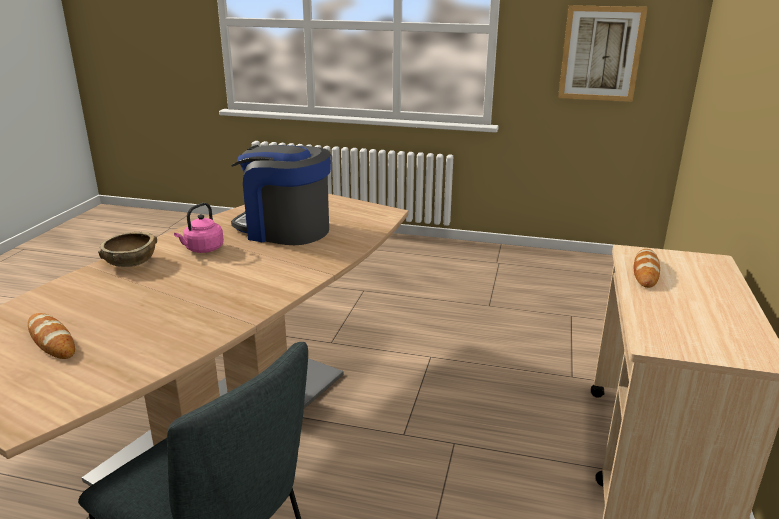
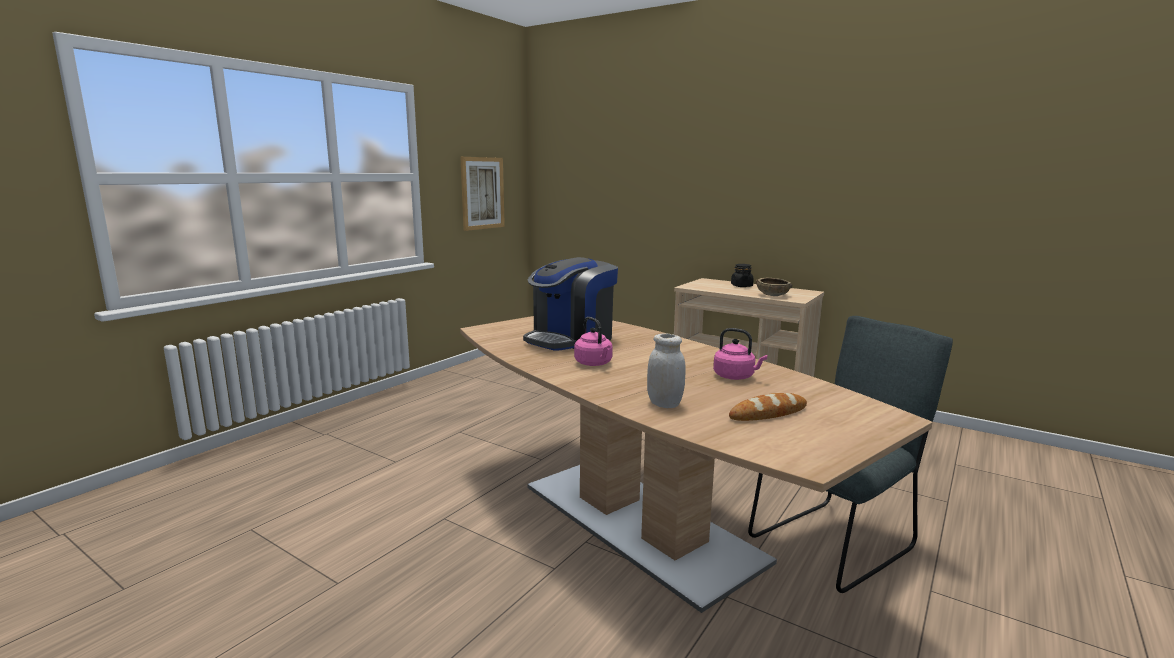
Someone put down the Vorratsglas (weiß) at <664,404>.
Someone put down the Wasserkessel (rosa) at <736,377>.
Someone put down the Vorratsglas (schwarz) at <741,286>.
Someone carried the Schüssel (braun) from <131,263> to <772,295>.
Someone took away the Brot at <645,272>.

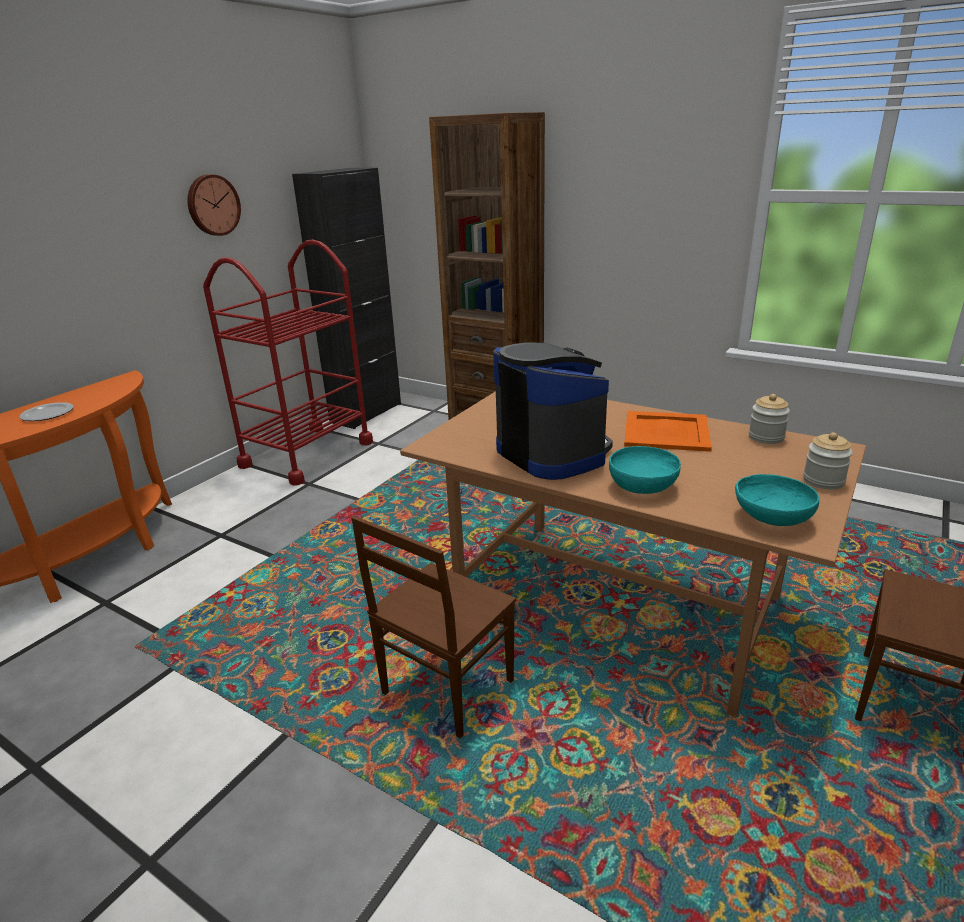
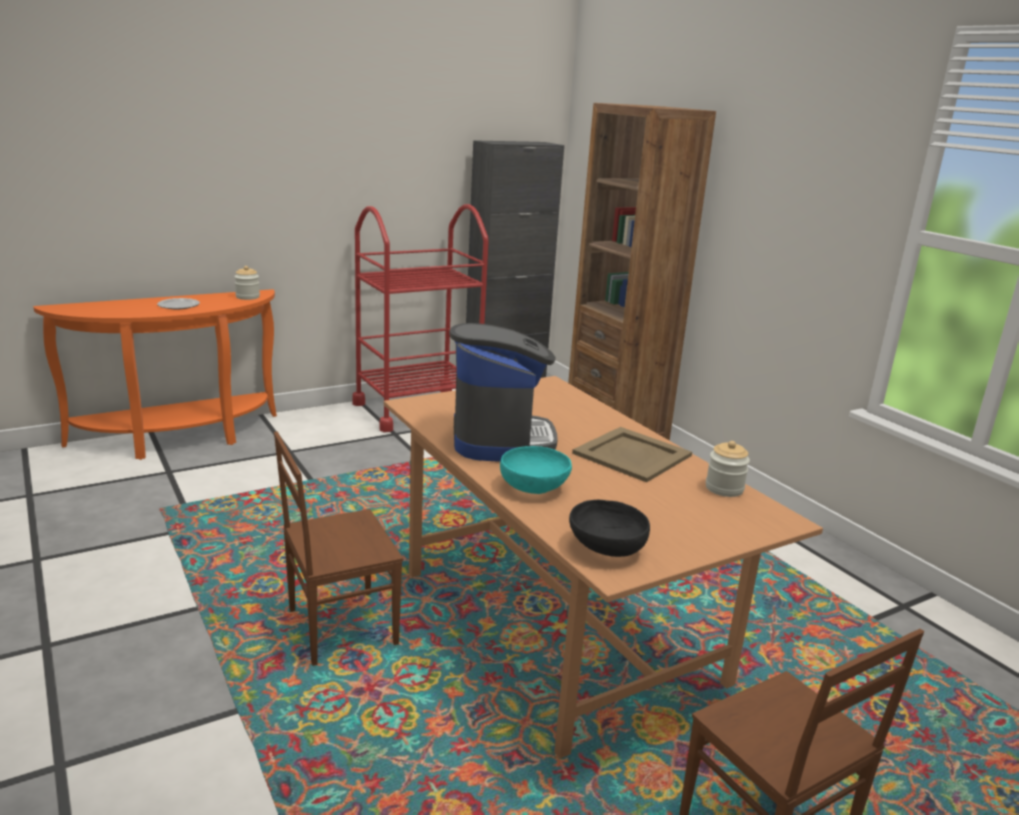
Someone carried the Vorratsglas from <823,481> to <247,297>.
Someone repainted the Schüssel (türkis) at <771,519>, which became the Schüssel (schwarz) at <605,547>.
Someone repainted the Tablett (orange) at <667,432>, which became the Tablett (beige) at <632,455>.
Someone took away the Wanduhr at <212,205>.

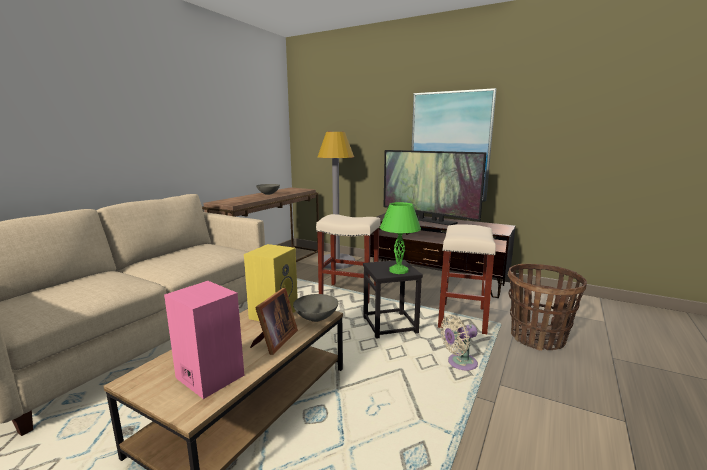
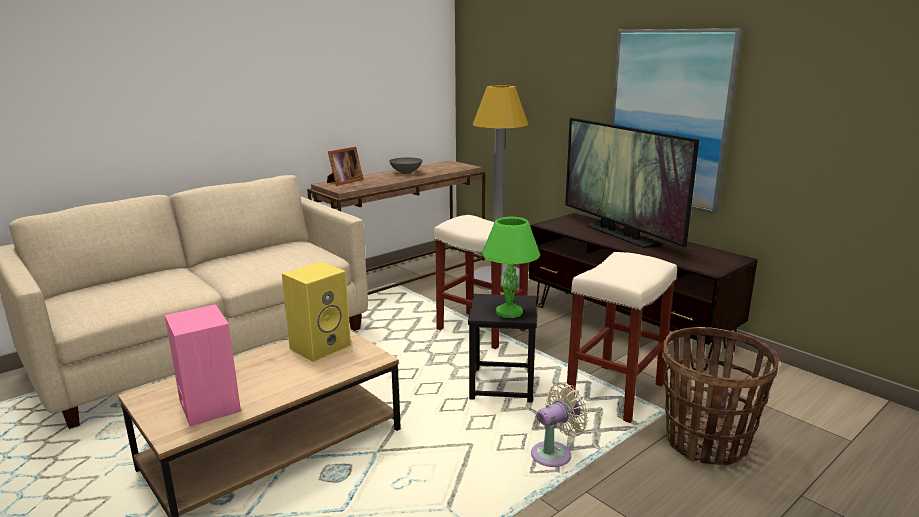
Someone carried the Bilderrahmen from <274,341> to <344,182>.
Someone rotated the Ventilator (beige) at <459,363> by 150 degrees clockwise.
Someone took away the Schüssel (grau) at <316,318>.

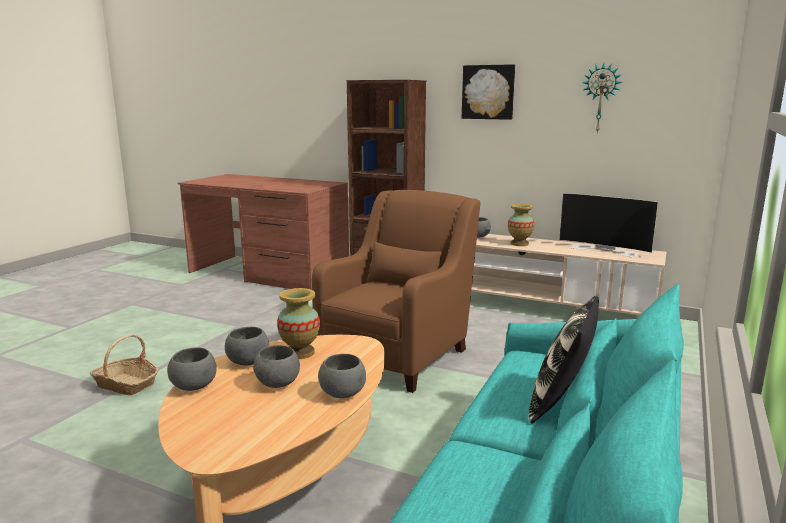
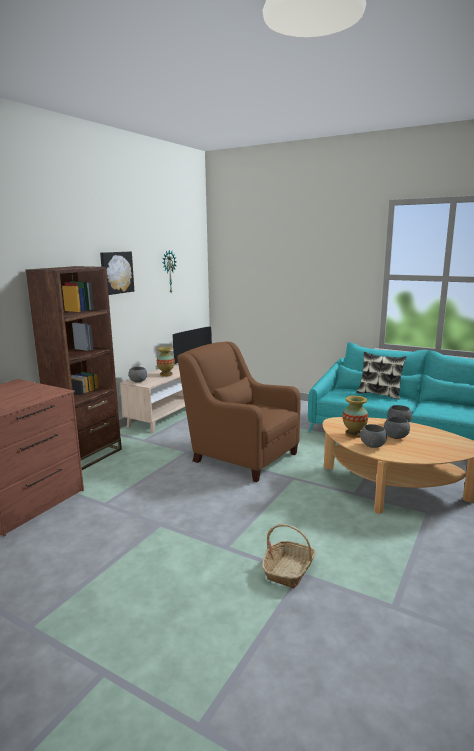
Someone took away the Schüssel (grau) at <193,387>.

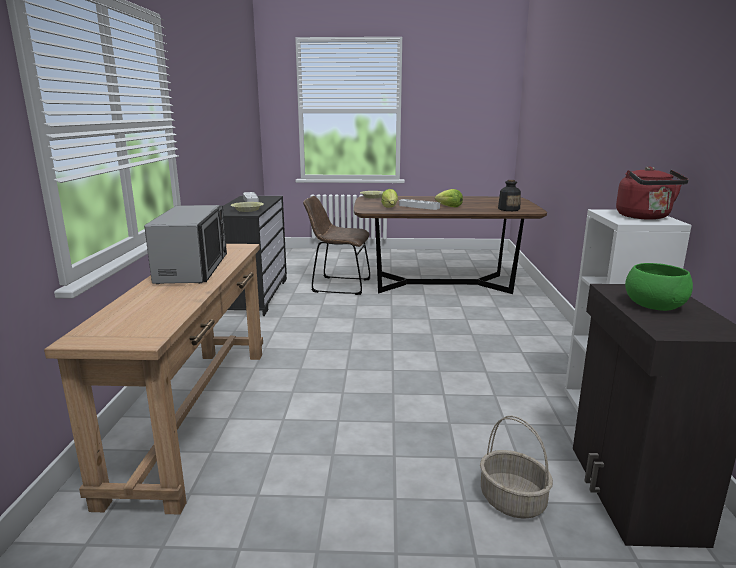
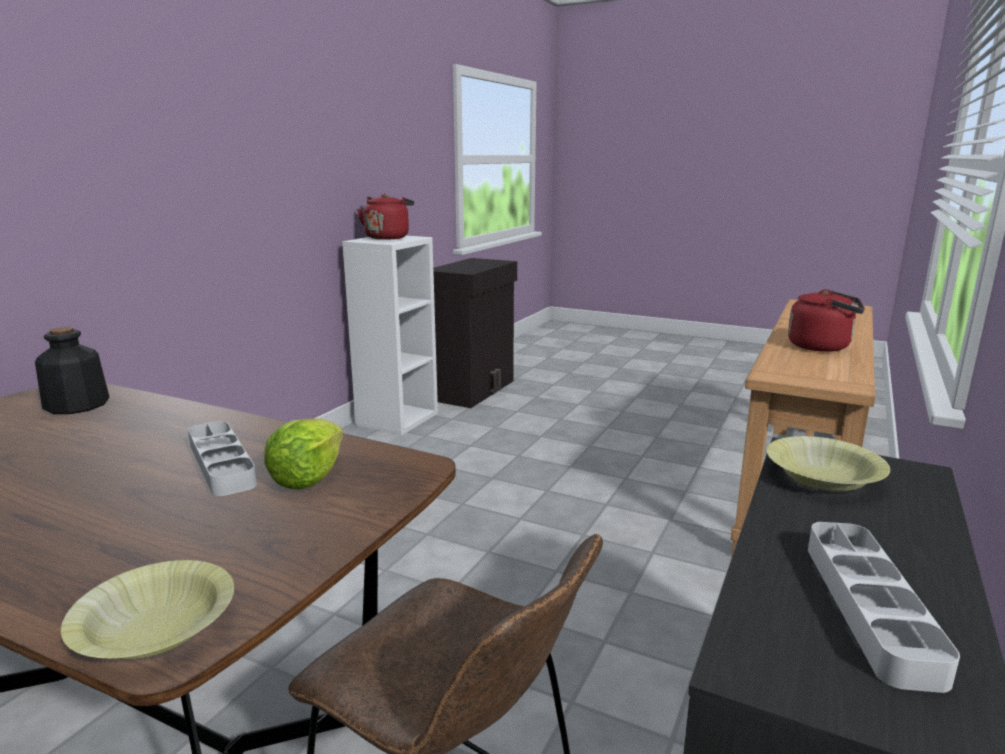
Someone swapped the Mikrowelle at <193,269> for the Wasserkessel (rot) at <822,347>.
Someone took away the Salatkopf at <449,206>.
Someone took away the Korb at <513,501>.
Someone took away the Schüssel (grün) at <653,306>.

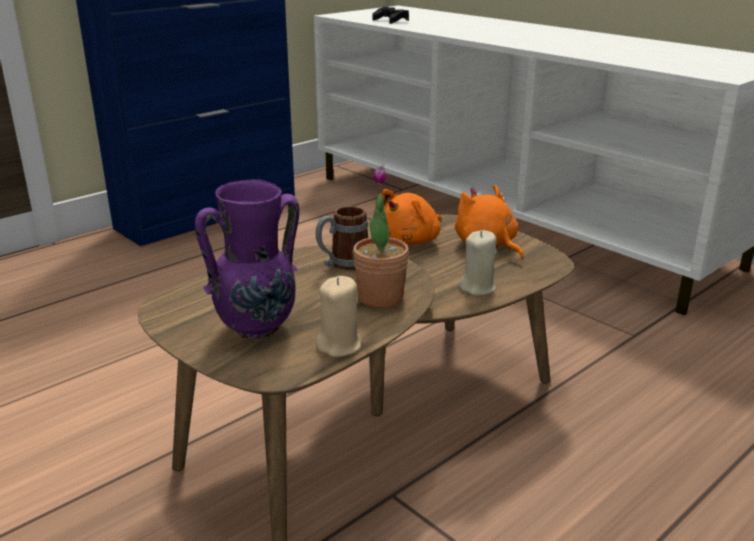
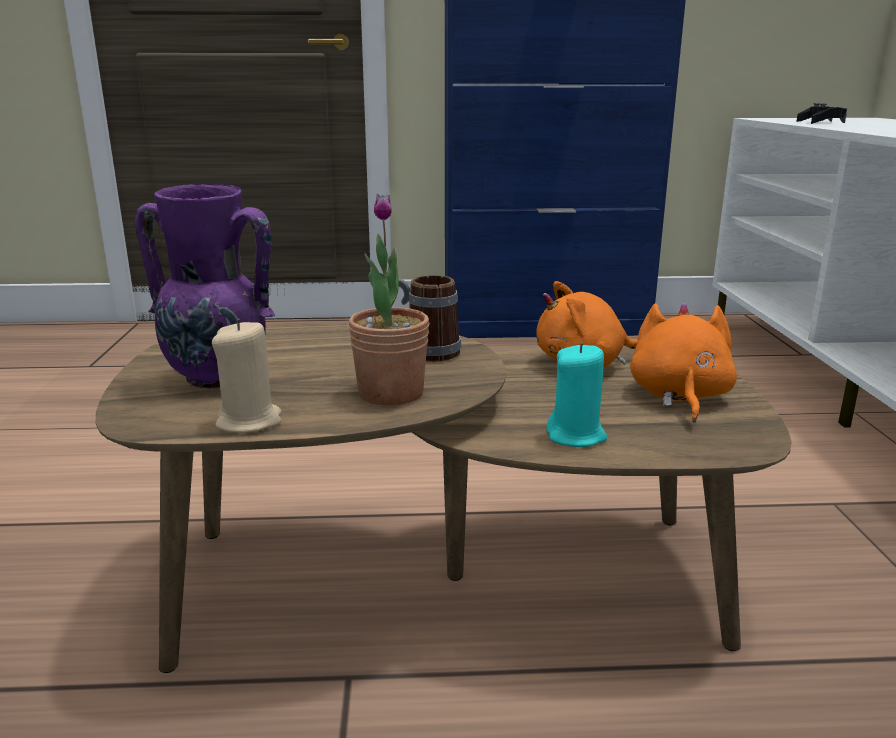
Someone repainted the Kerze (beige) at <478,288>, which became the Kerze (türkis) at <576,436>.

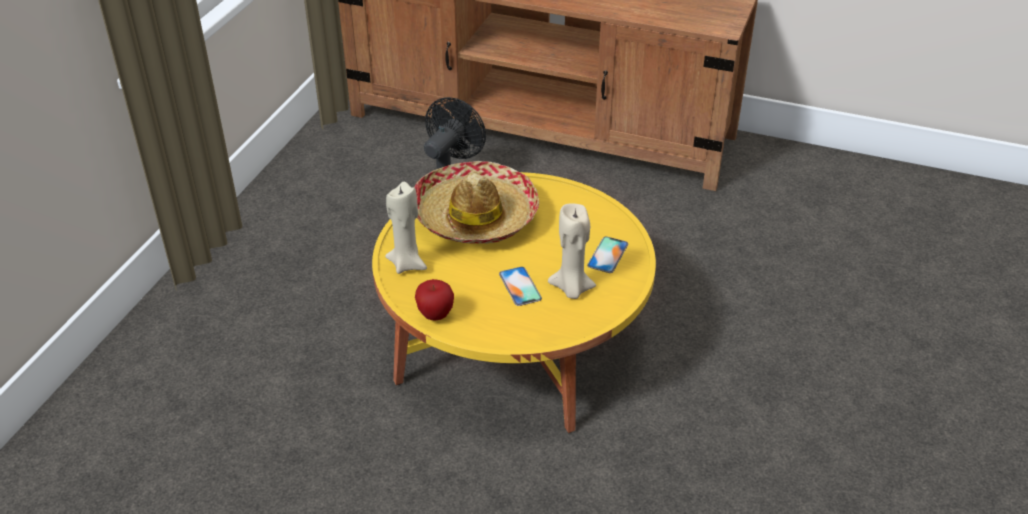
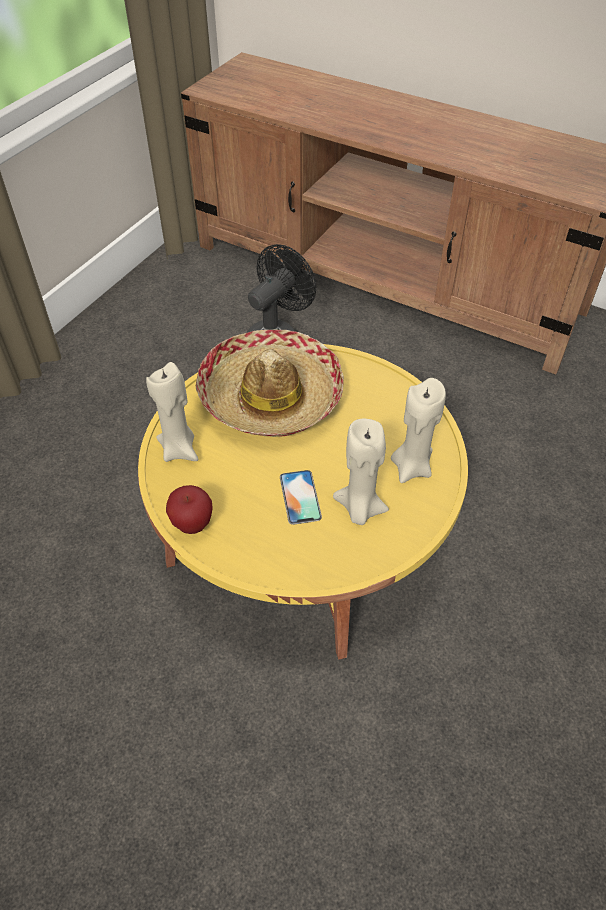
Someone swapped the Handy at <608,255> for the Kerze (beige) at <412,467>.

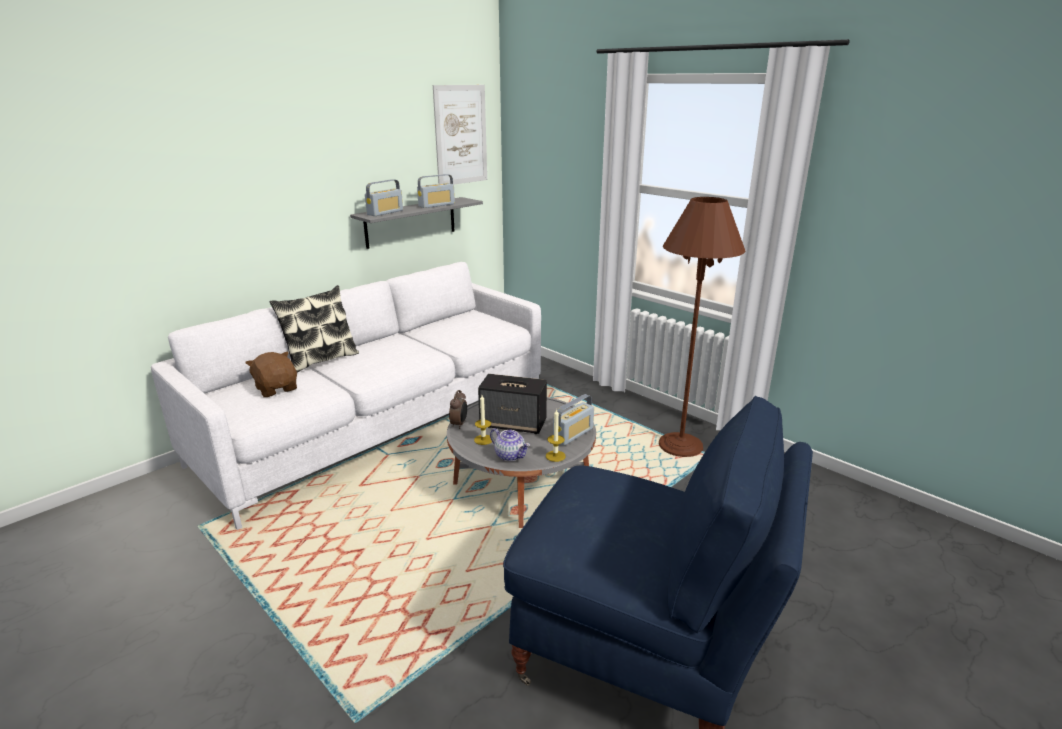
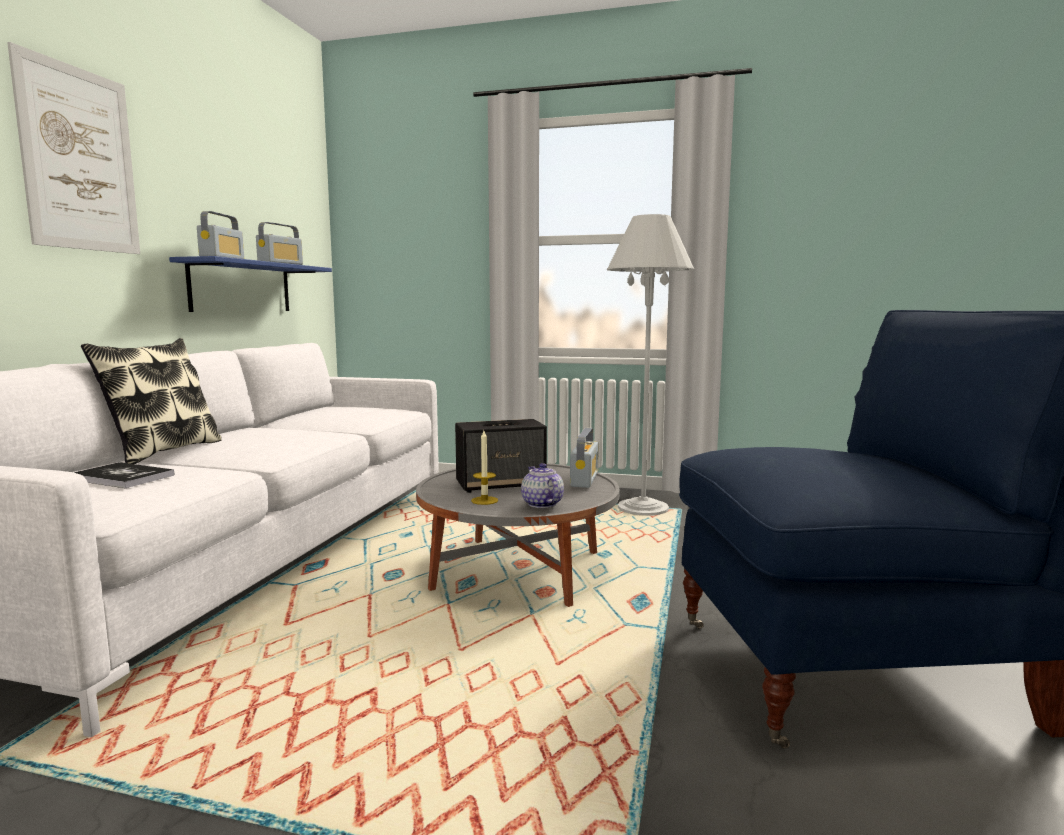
Someone carried the Bild from <461,135> to <79,159>.
Someone swapped the Plüschtier (braun) at <277,388> for the Buch at <122,477>.
Someone repainted the Wandregal (grau) at <411,222>, which became the Wandregal (blau) at <241,287>.
Someone rotated the Teekanne at <510,455> by 120 degrees counterclockwise.
Someone repainted the Stehlampe (braun) at <680,446>, which became the Stehlampe (weiß) at <643,509>.
Someone took away the Wecker at <459,424>.
Someone took away the Kerze at <555,456>.

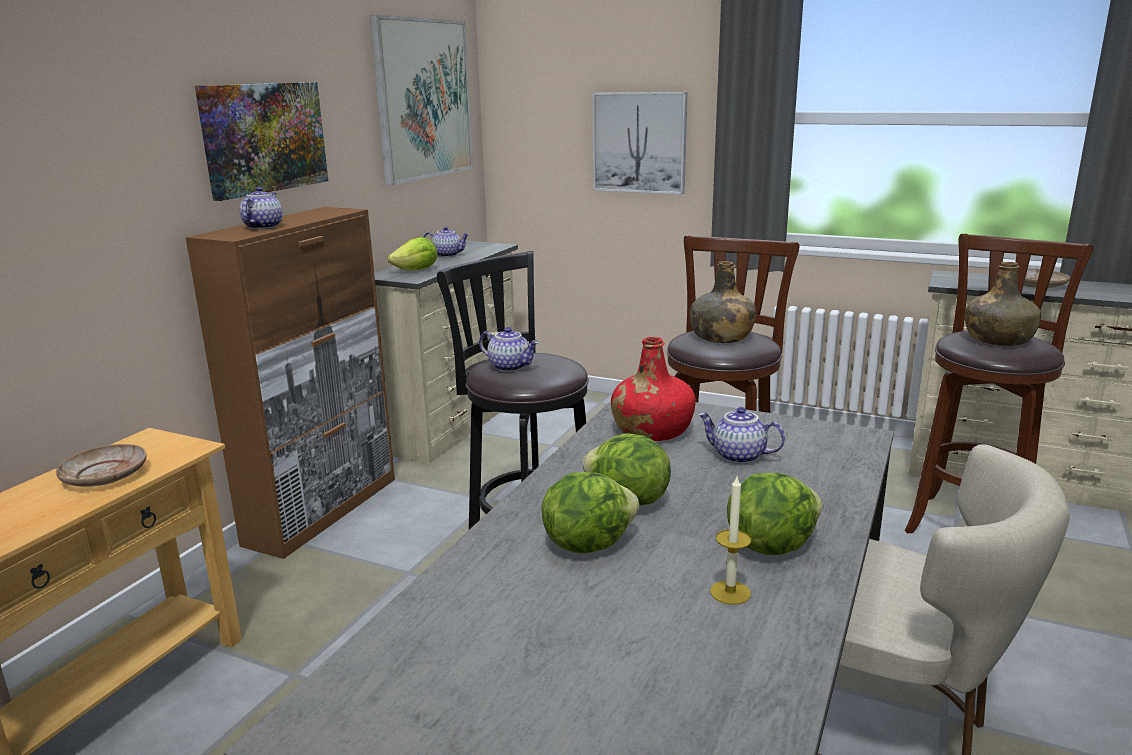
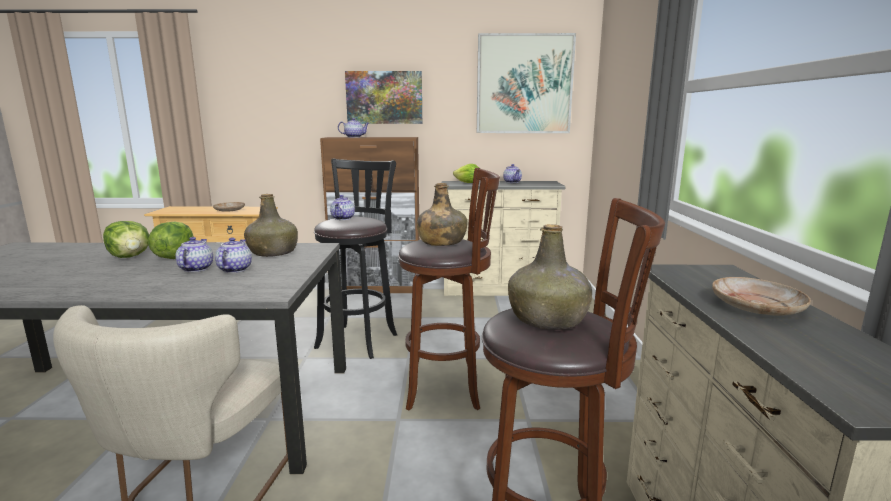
Someone put down the Teekanne at <195,269>.
Someone repainted the Flasche (rot) at <651,431>, which became the Flasche (grün) at <273,252>.
Someone took away the Bild at <639,142>.
Someone took away the Kerze at <730,592>.
Someone took away the Salatkopf at <770,545>.

